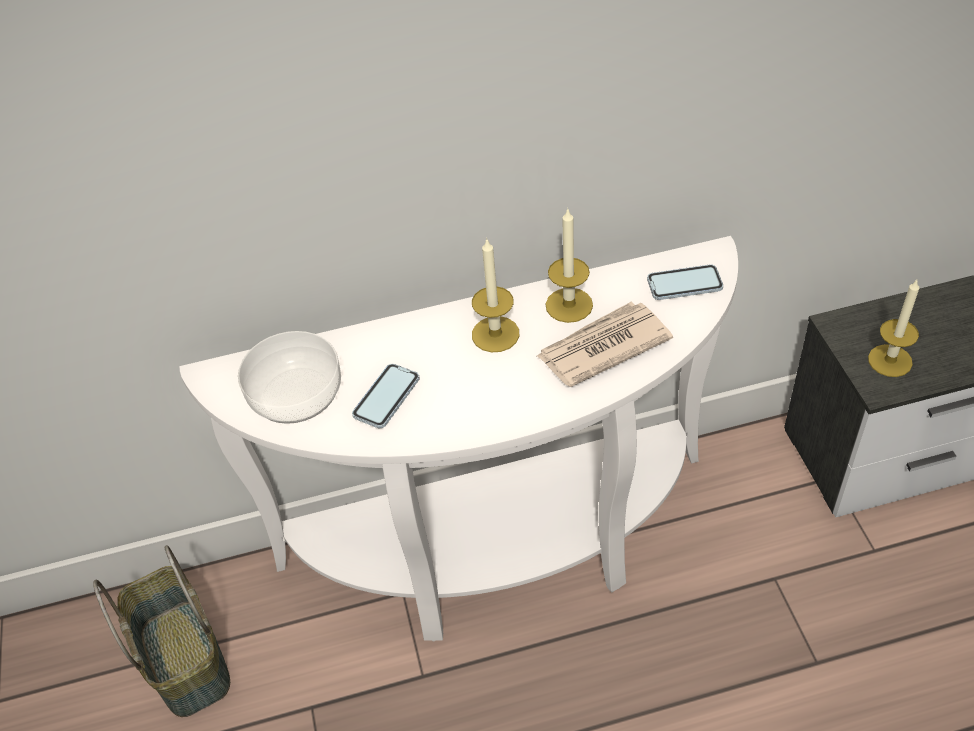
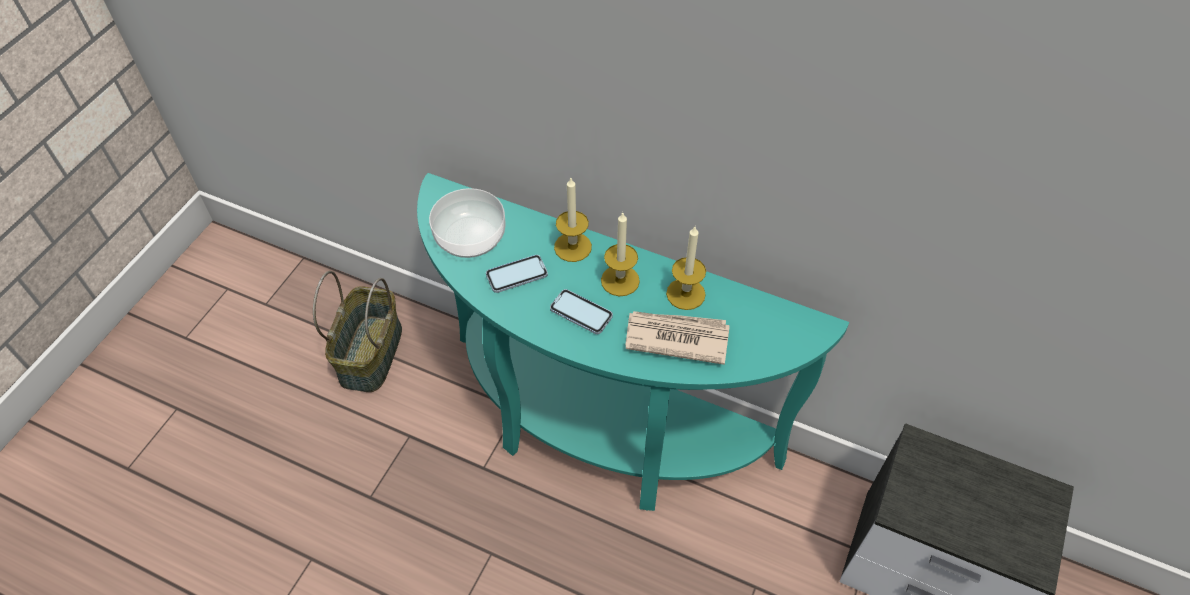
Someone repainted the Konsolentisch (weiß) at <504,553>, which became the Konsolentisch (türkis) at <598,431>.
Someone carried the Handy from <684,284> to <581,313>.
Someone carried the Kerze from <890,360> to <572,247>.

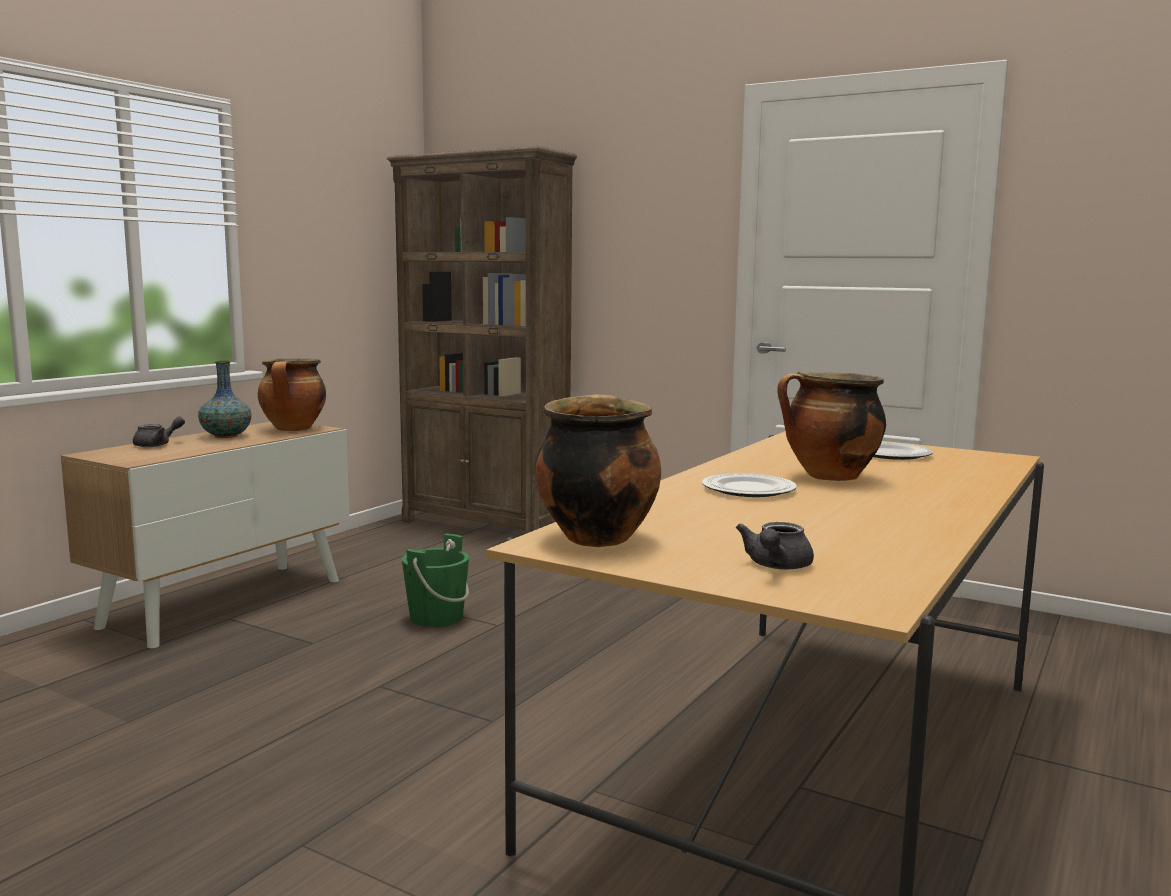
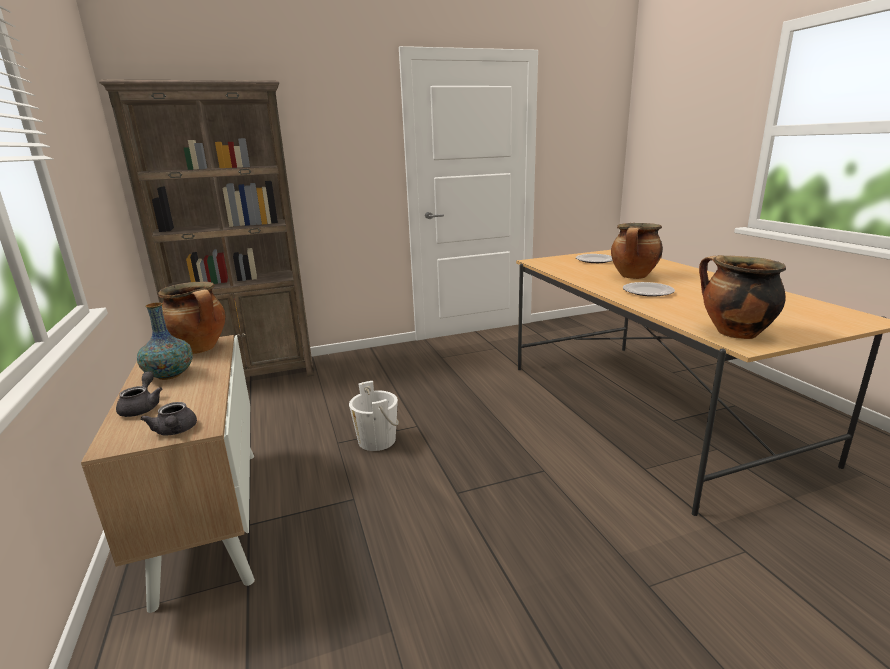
Someone carried the Teekanne (grau) from <776,566> to <175,431>.
Someone repainted the Eimer (grün) at <436,617>, which became the Eimer (weiß) at <377,440>.

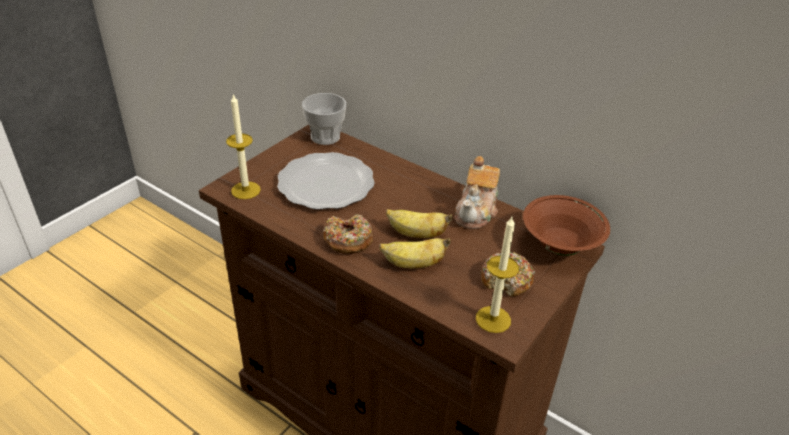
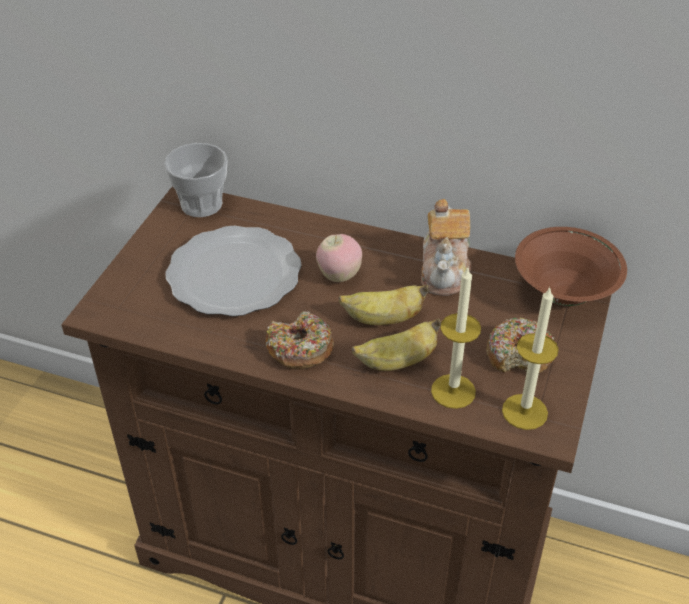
Someone put down the Apfel at <339,276>.
Someone carried the Kerze from <245,190> to <453,391>.

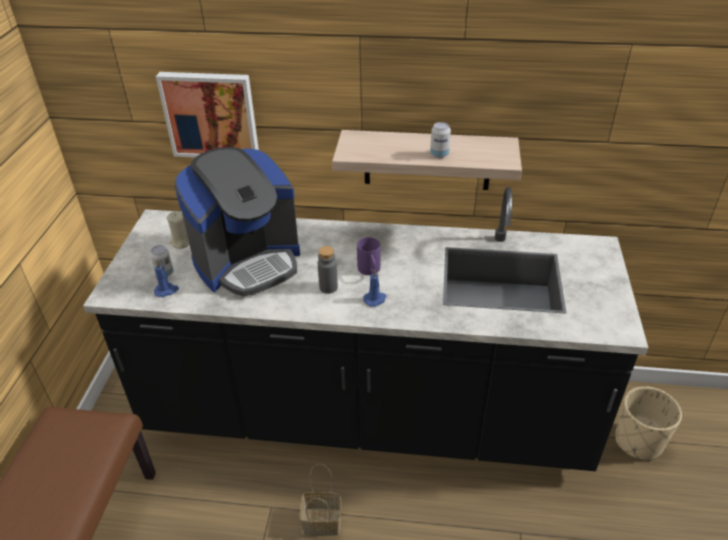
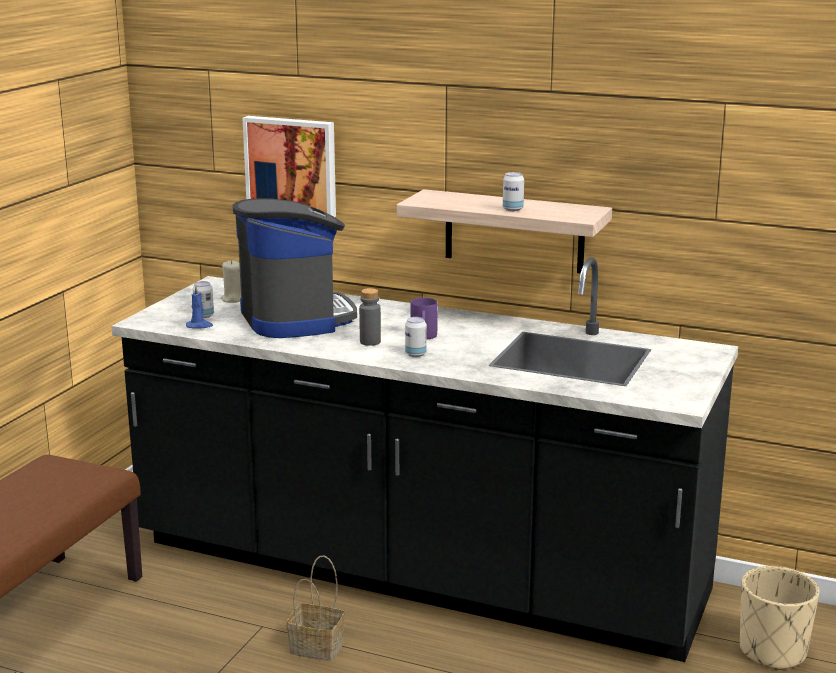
Someone rotated the Kaffeemaschine at <248,262> by 90 degrees counterclockwise.
Someone swapped the Kerze (blau) at <375,299> for the Dose at <415,354>.

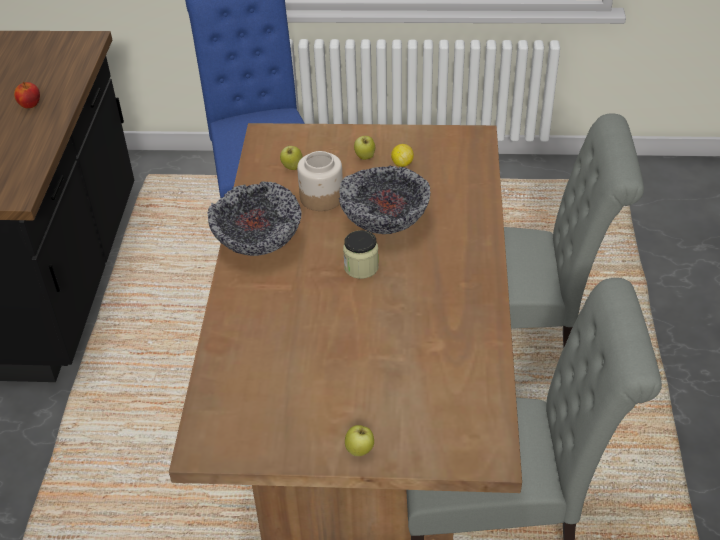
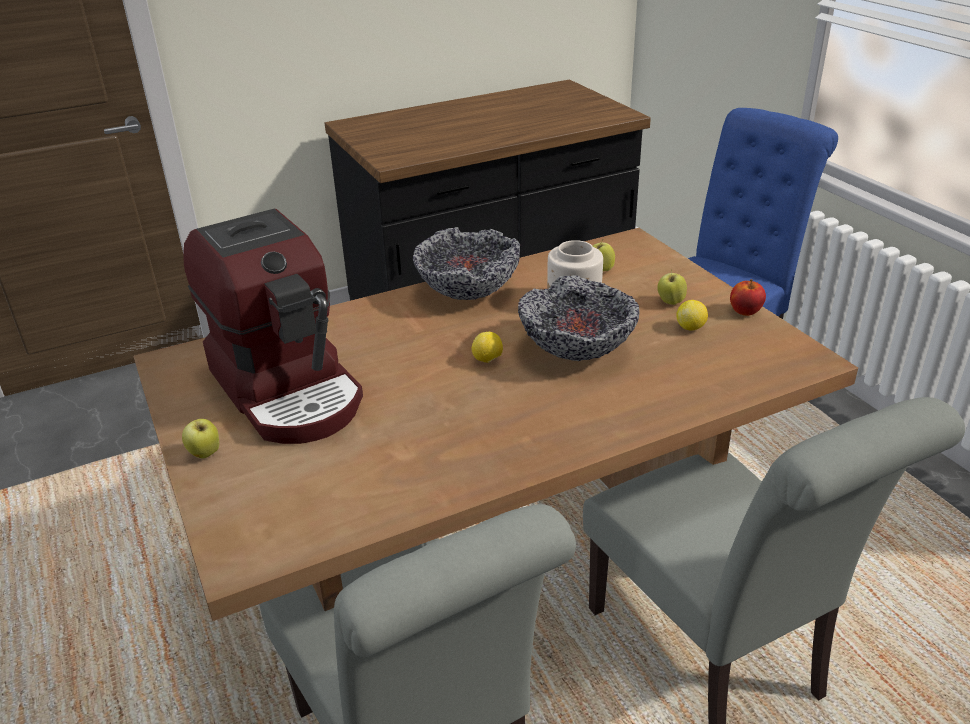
Someone put down the Kaffeemaschine at <289,389>.
Someone swapped the Vorratsglas at <361,267> for the Zitrone at <488,360>.
Someone carried the Apfel from <30,105> to <745,312>.

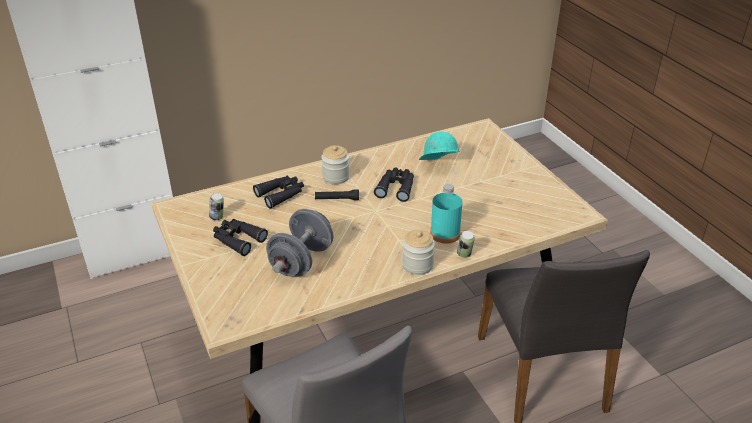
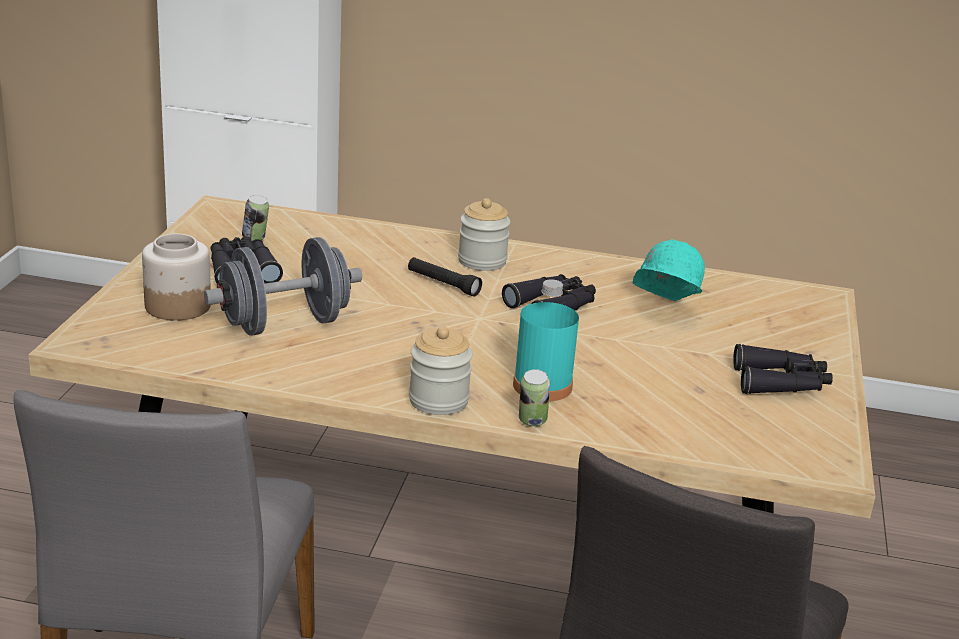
Someone put down the Vorratsglas at <177,306>.
Someone carried the Fernglas (schwarz) from <281,194> to <781,383>.

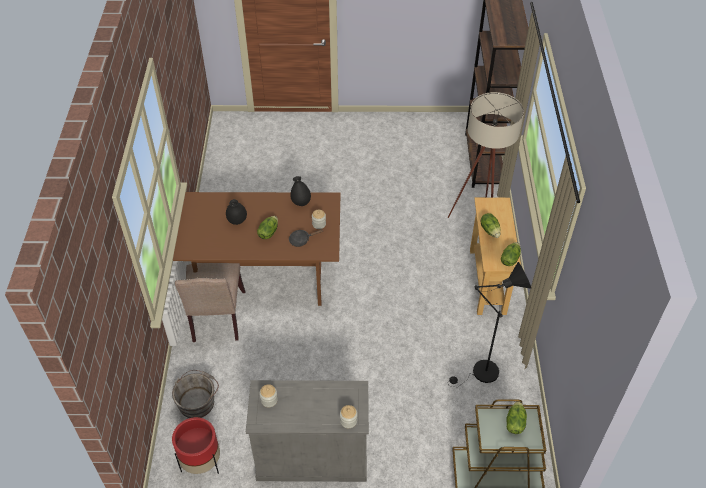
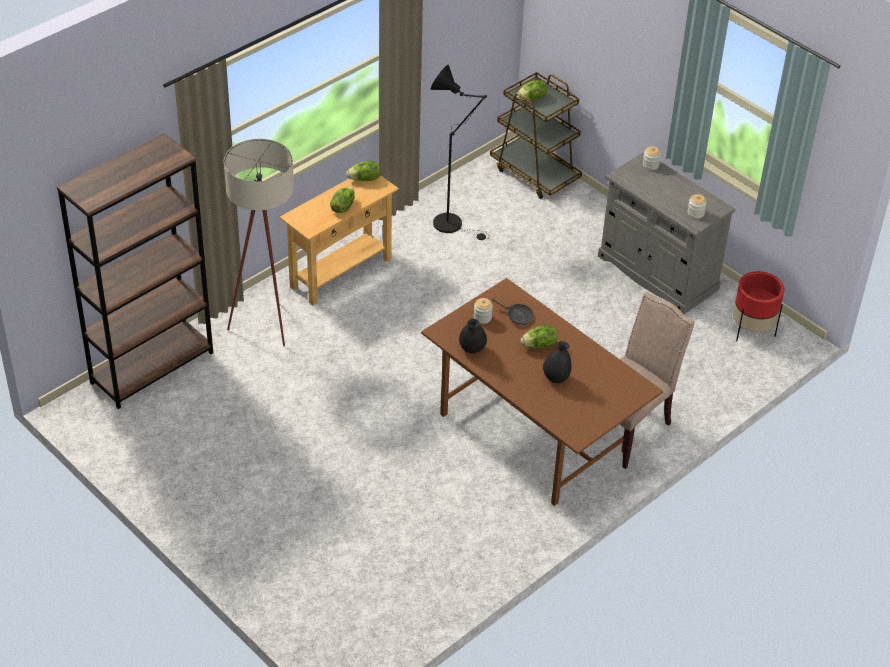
Someone took away the Eimer (grau) at <198,401>.

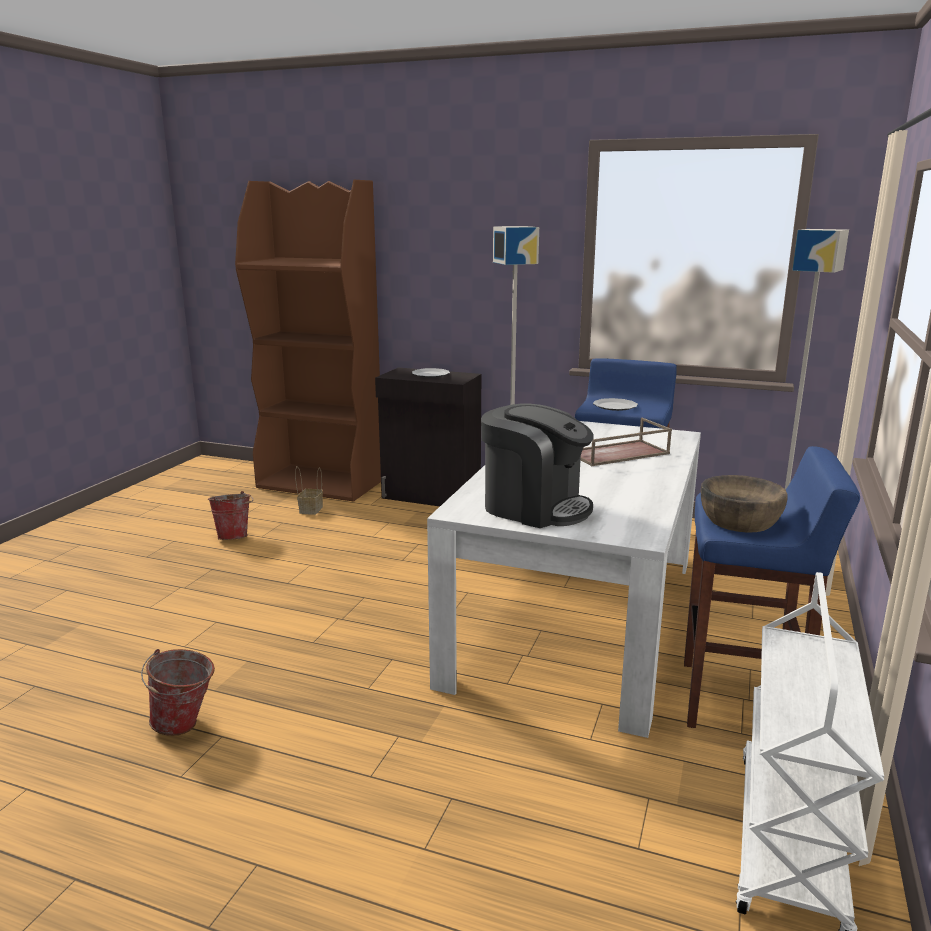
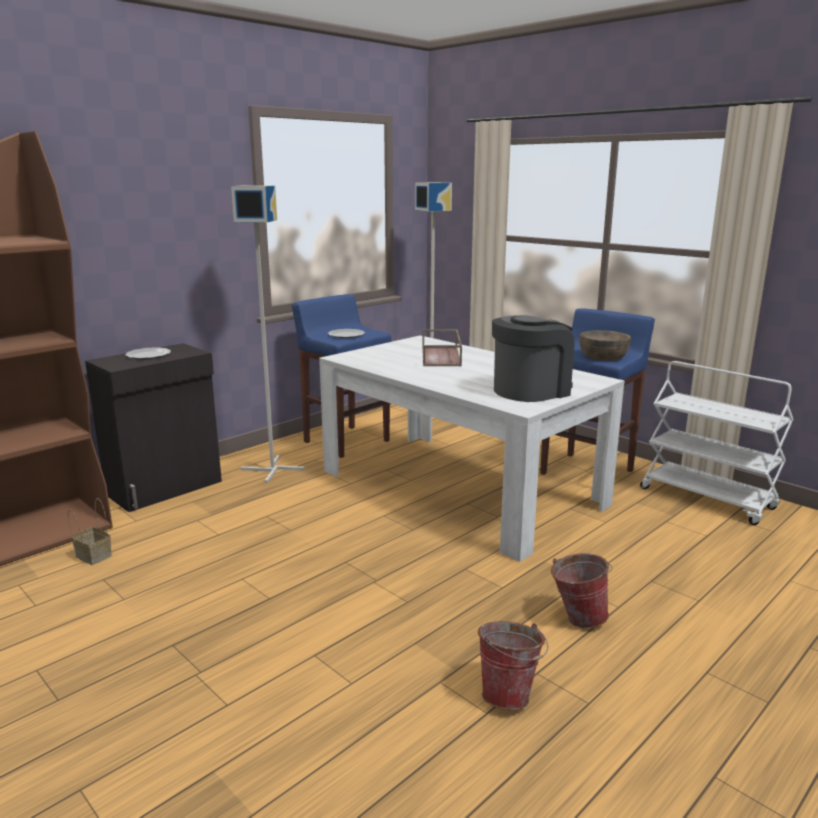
Someone carried the Eimer from <234,536> to <577,618>.

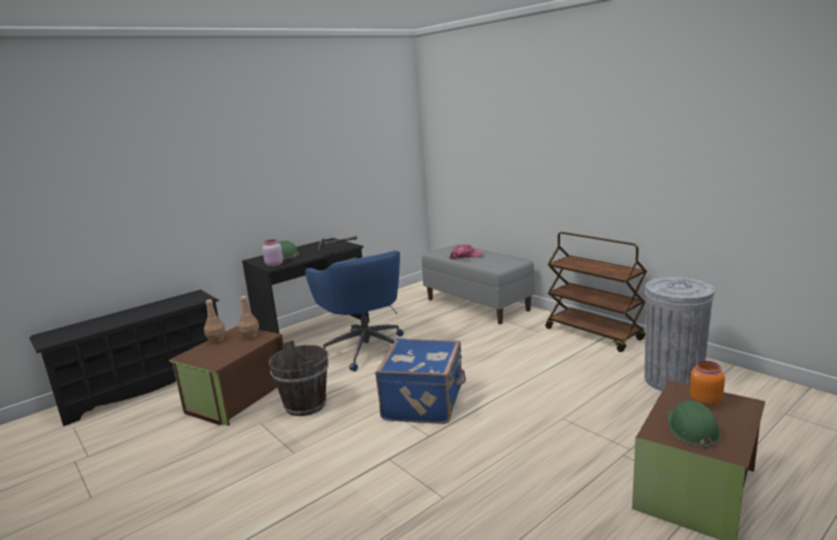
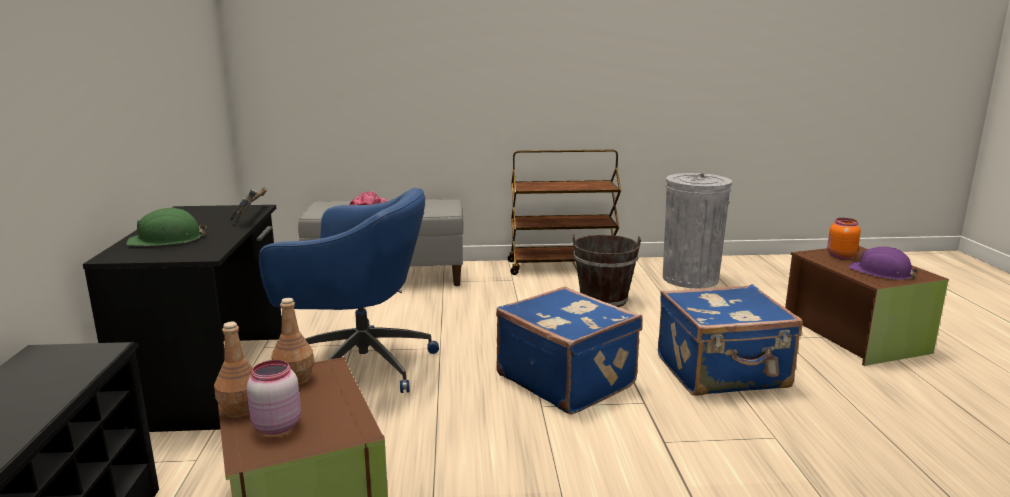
Someone carried the Vorratsglas (rosa) from <274,265> to <275,426>.
Someone carried the Eimer (braun) from <306,405> to <603,300>.
Someone put down the Koffer (blau) at <723,373>.
Someone repainted the Schutzhelm (grün) at <692,429>, which became the Schutzhelm (lila) at <881,272>.

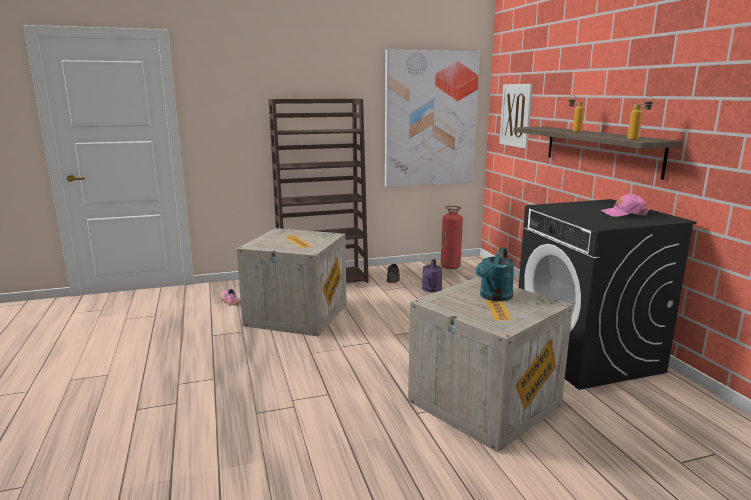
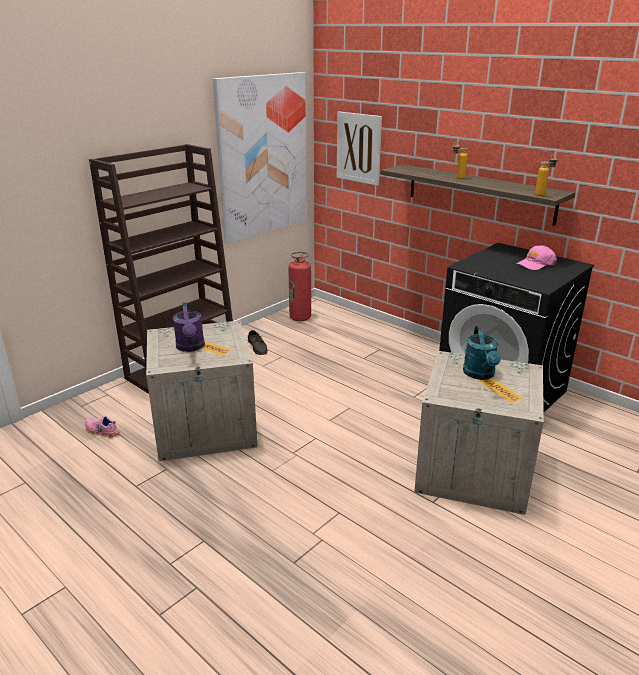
Someone carried the Gießkanne (lila) from <431,290> to <191,347>.

